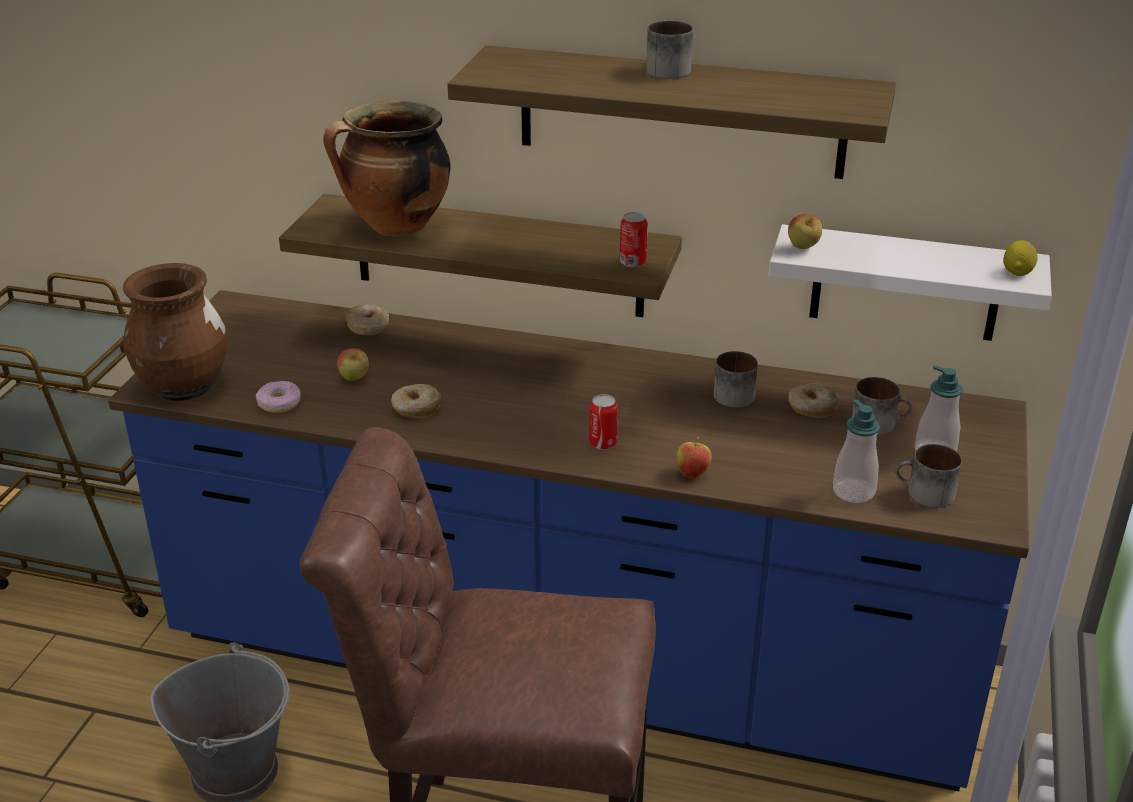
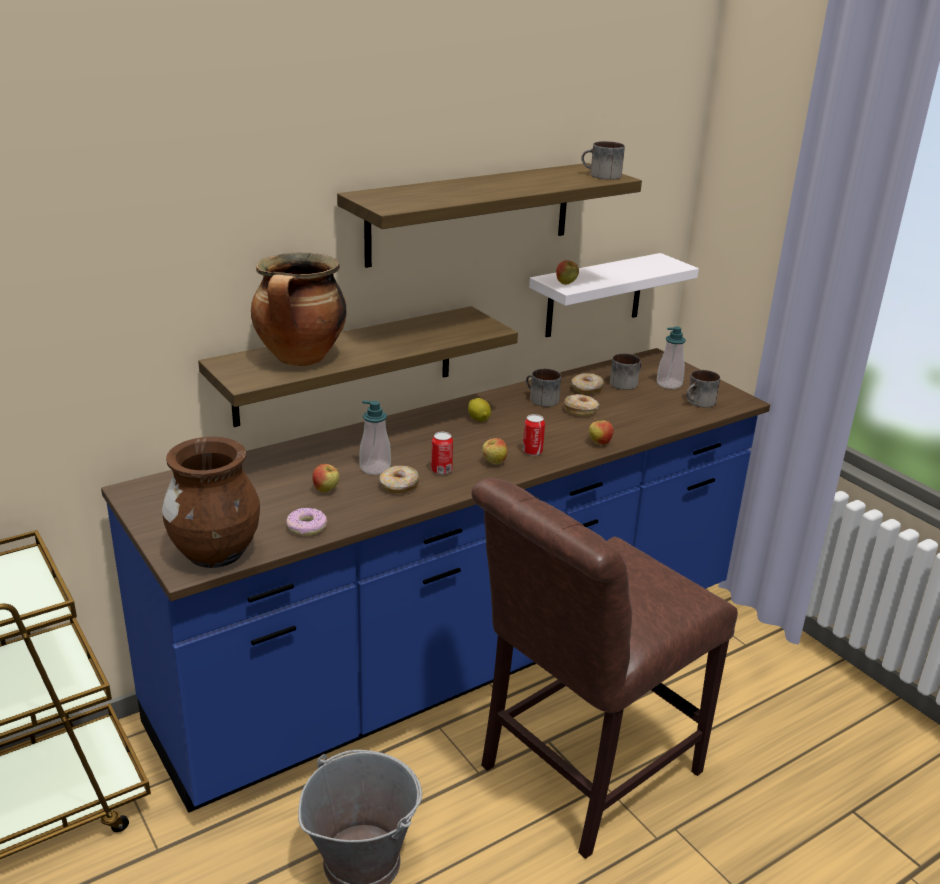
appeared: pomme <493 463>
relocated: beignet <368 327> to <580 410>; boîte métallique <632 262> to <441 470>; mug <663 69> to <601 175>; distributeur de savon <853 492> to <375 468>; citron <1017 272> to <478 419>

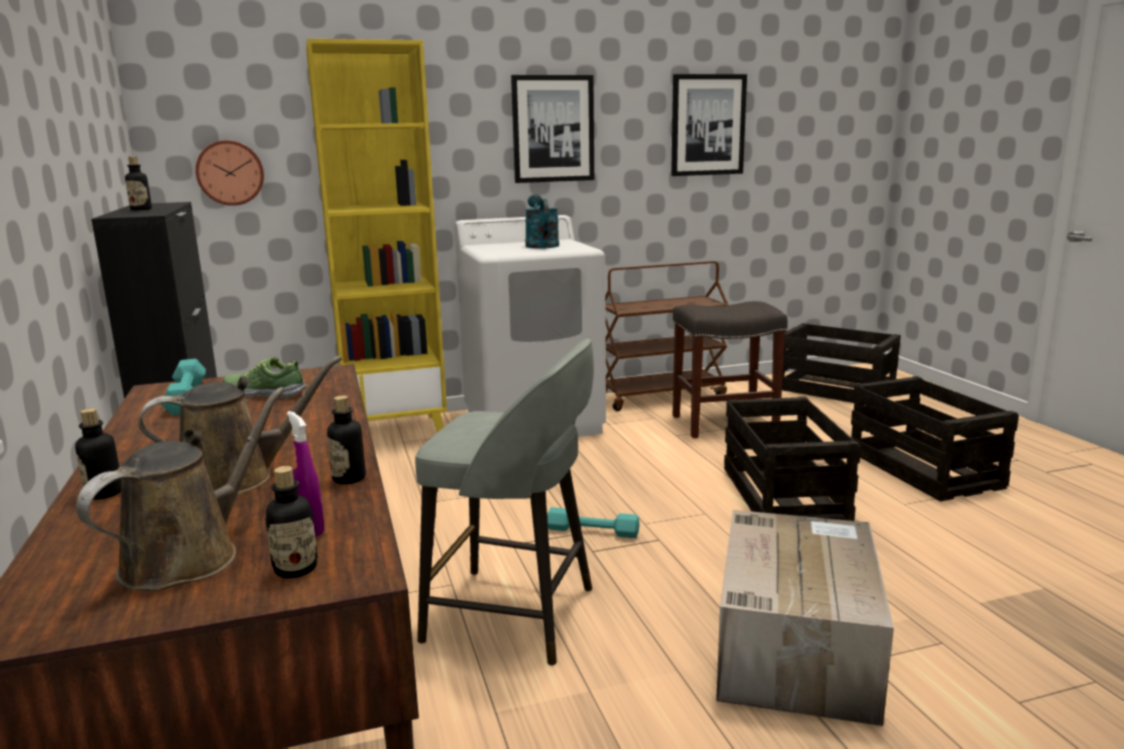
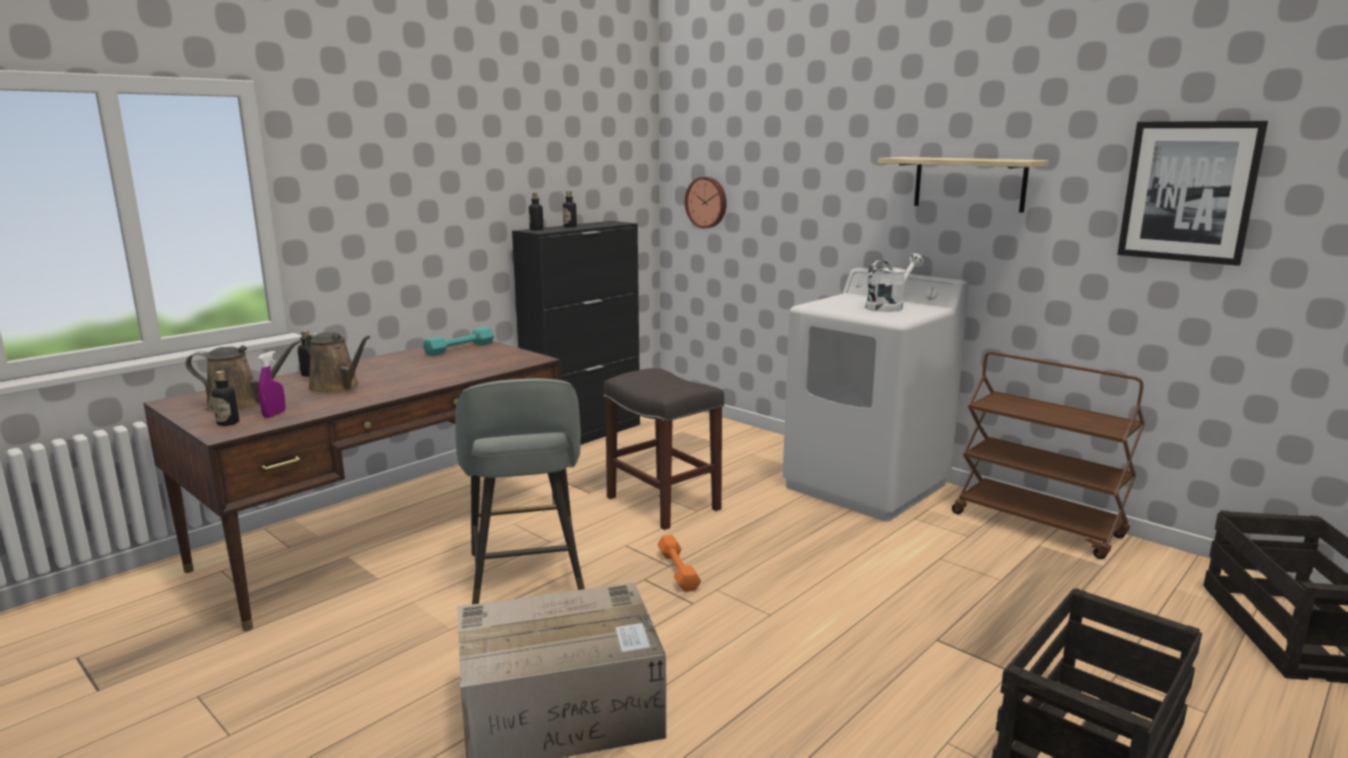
missing: chaussure <264 393>; bibliothèque [jaune] <396 432>; caisse <782 495>
relocated: bouteille <349 478> to <536 229>; tabouret [gris] <723 423> to <661 503>
exchanged: tableau <553 129> to étagère <969 183>
colour: arrosoir [turquoise] <540 245> to arrosoir [blanc] <888 307>; haltère [turquoise] <592 531> to haltère [orange] <677 570>

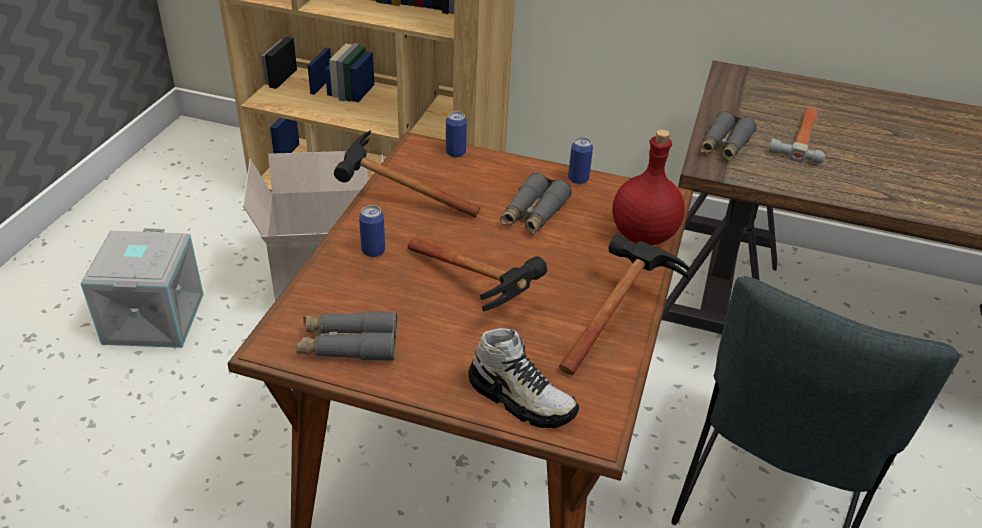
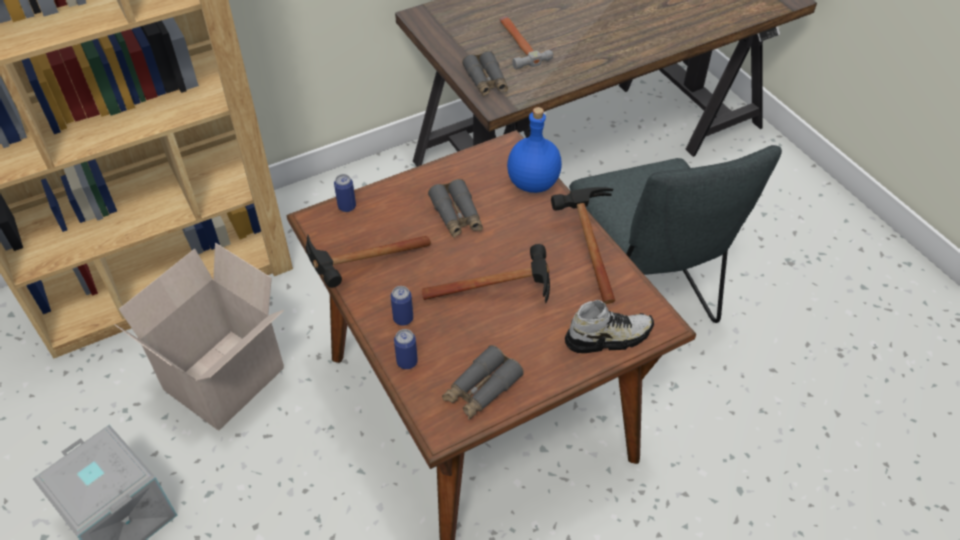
relocated: boîte métallique <578 179> to <407 362>
colour: bouteille [rouge] <643 236> to bouteille [bleu] <534 183>

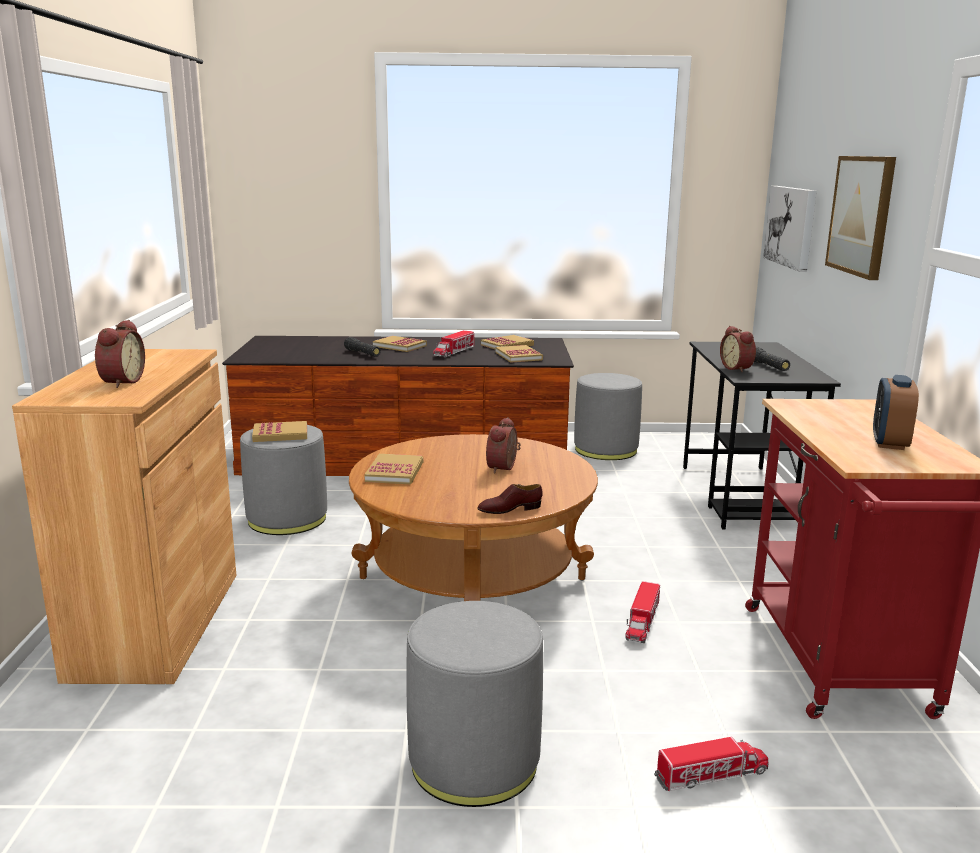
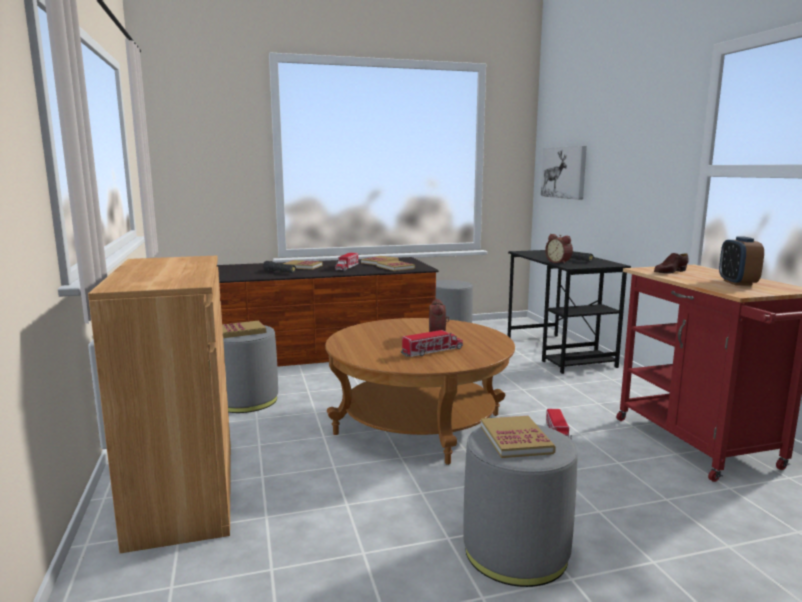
missing: réveil <120 382>; tableau <861 215>
relocated: livre <394 472> to <516 439>; chaussure [marron] <509 509> to <669 272>; camion jouet <711 775> to <432 351>

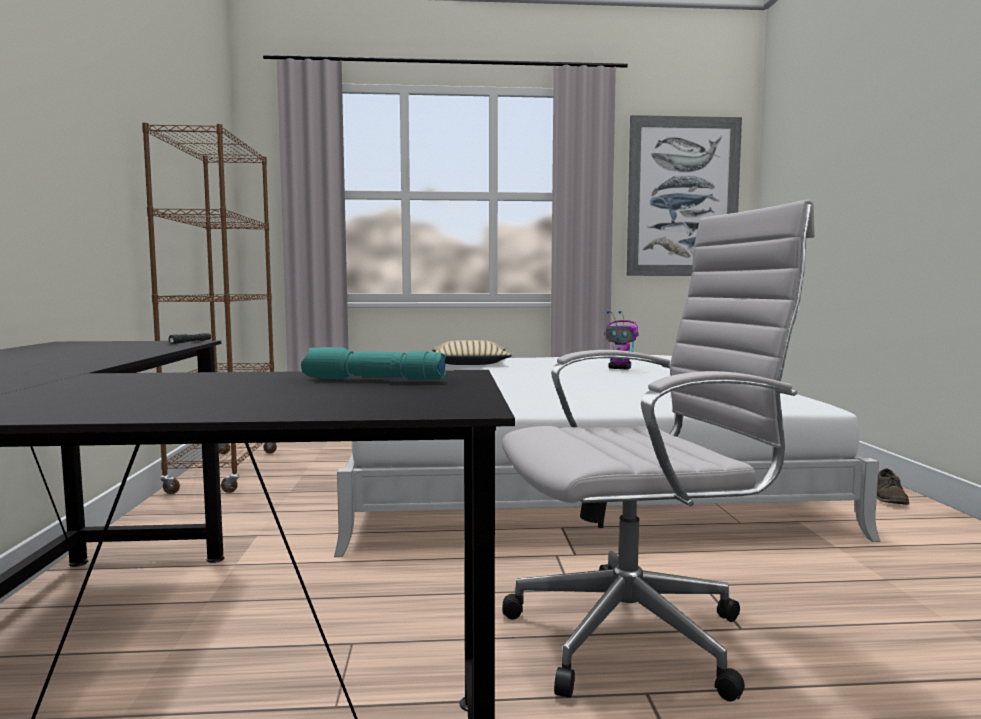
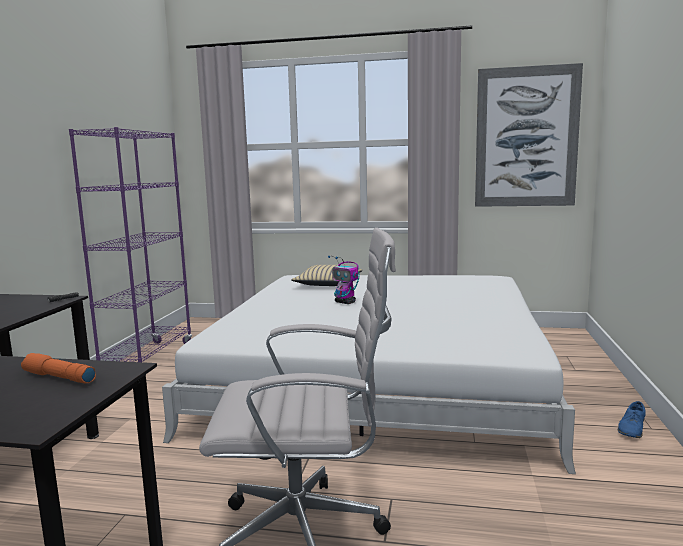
relocated: robot jouet <620 368> to <345 302>
colour: bibliothèque [marron] <226 471> to bibliothèque [violet] <148 359>; lampe de poche [turquoise] <372 380> to lampe de poche [orange] <58 378>; chaussure [marron] <890 497> to chaussure [bleu] <632 428>

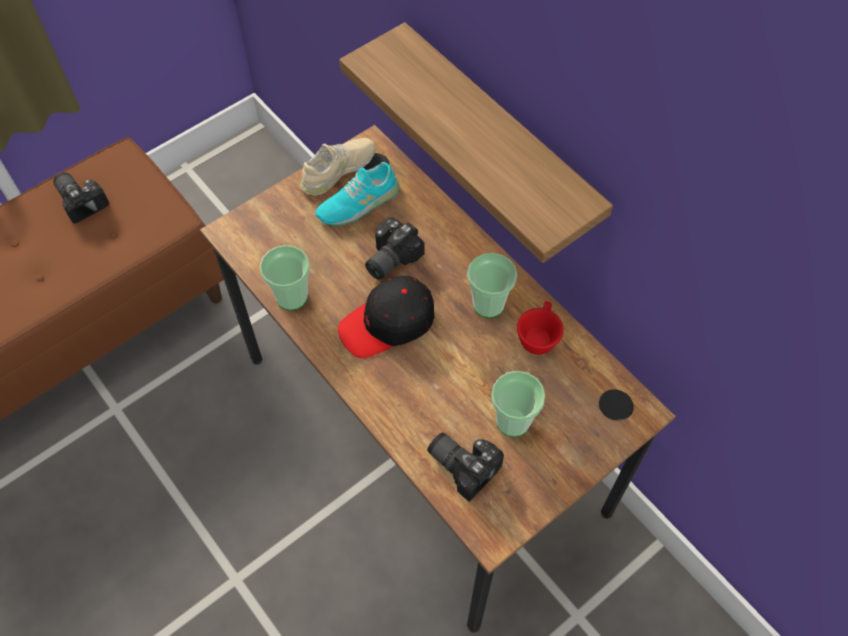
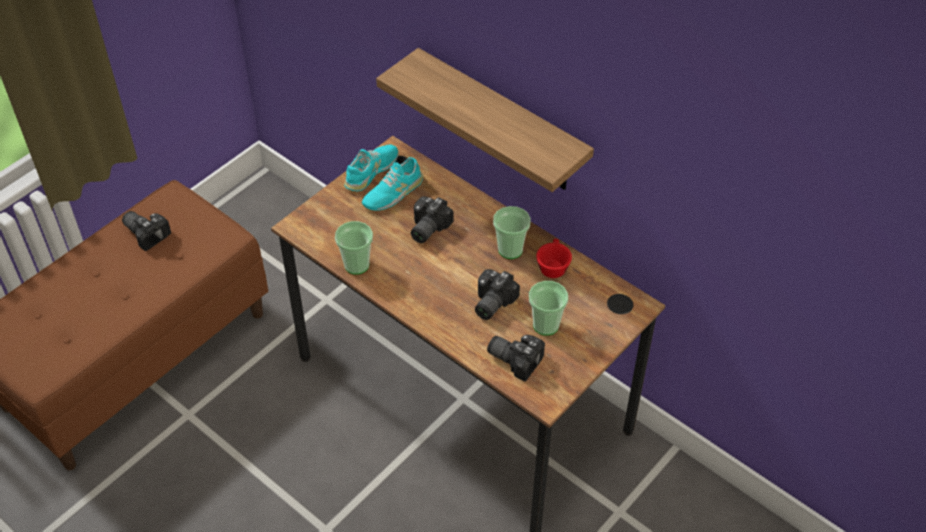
missing: casquette [noir] <388 323>
appeared: appareil photo <490 302>
colour: chaussure [beige] <338 170> to chaussure [turquoise] <371 171>

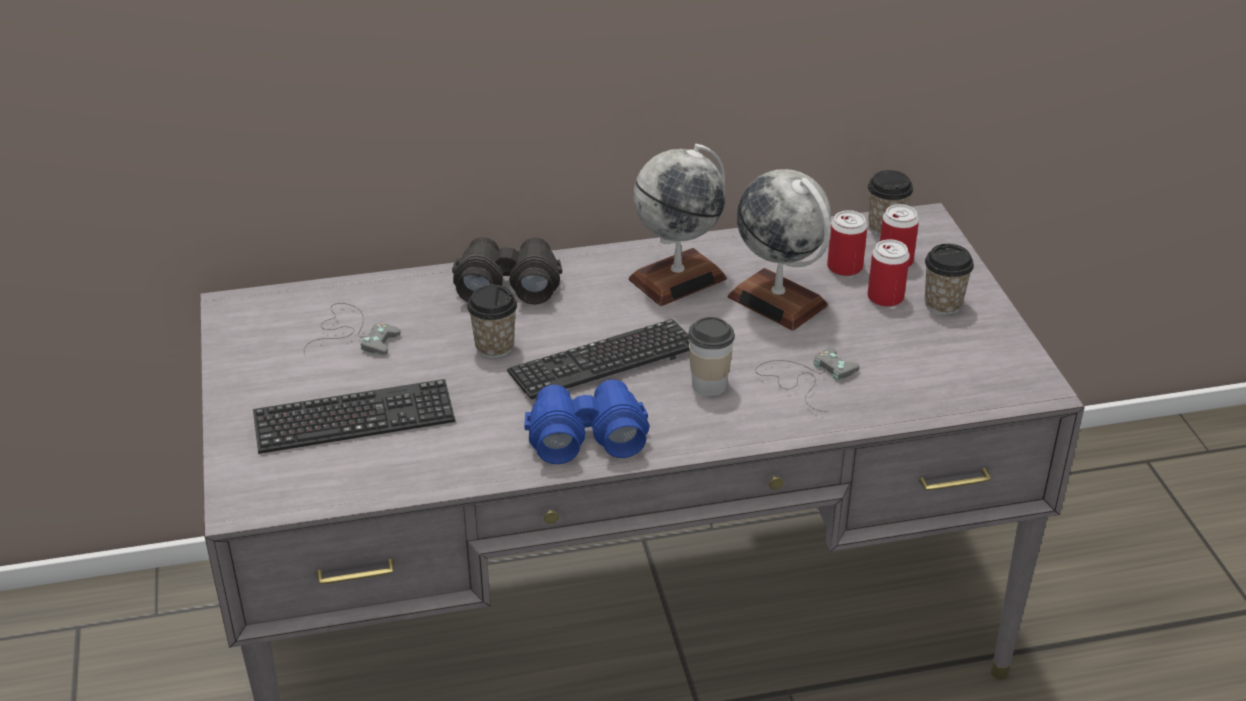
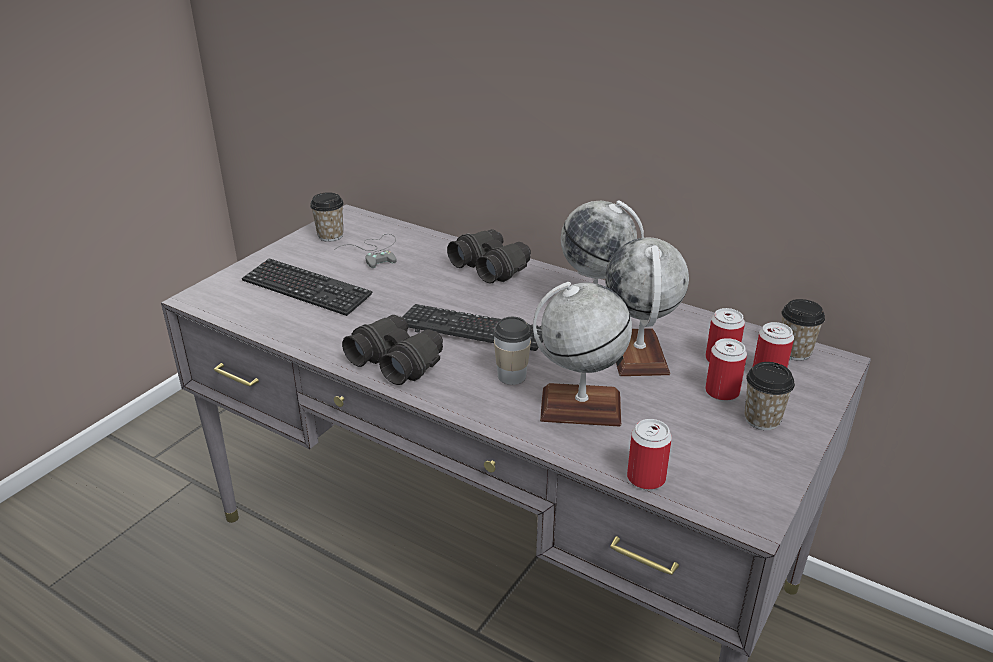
appeared: boîte métallique <646 478>
relocated: tasse <494 347> to <330 236>
exchanged: manette [gris] <805 378> to globe <580 407>
colour: jumelles [bleu] <586 435> to jumelles [noir] <397 361>

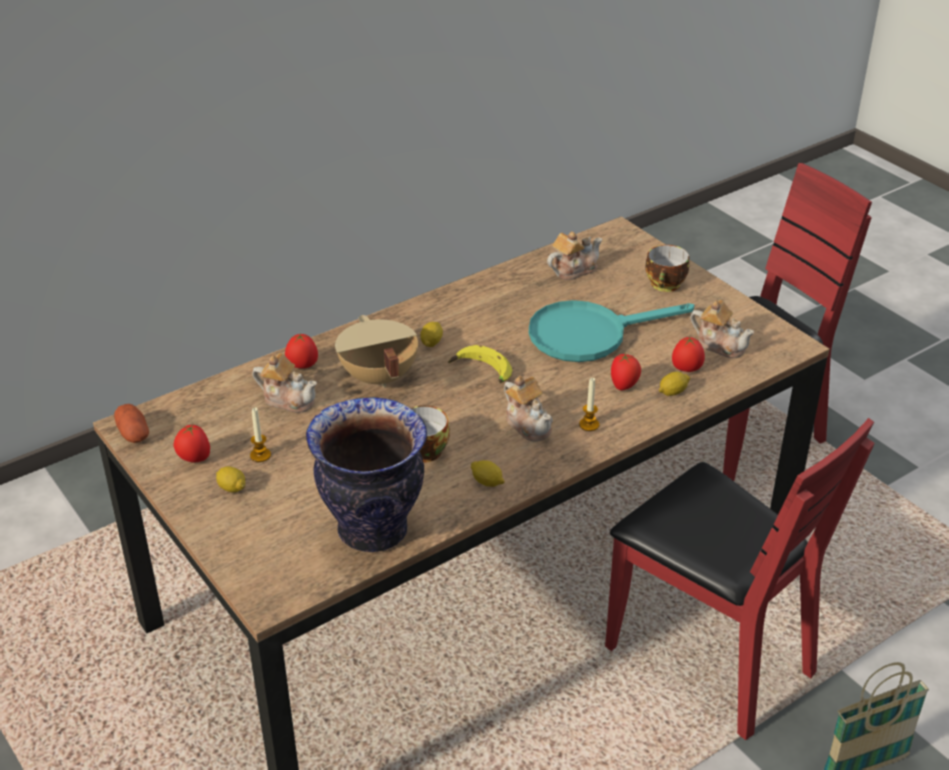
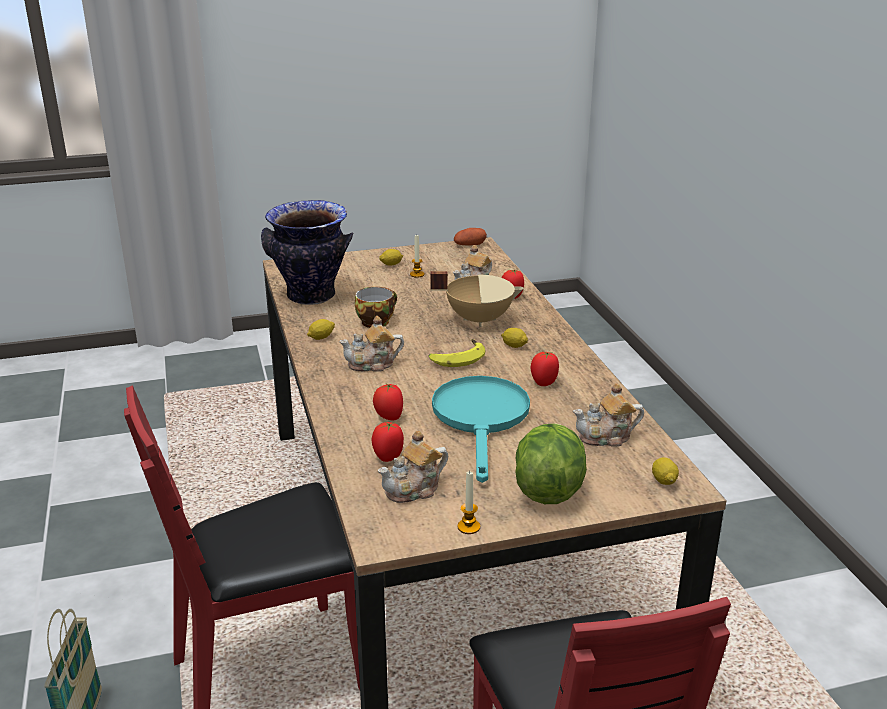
relocated: tomate <194 459> to <544 383>; bougie <589 425> to <468 527>; citron <672 392> to <663 481>
exchanged: tasse <666 285> to laitue <548 487>
spun: théière <573 270> = <606 437> 90 degrees clockwise

